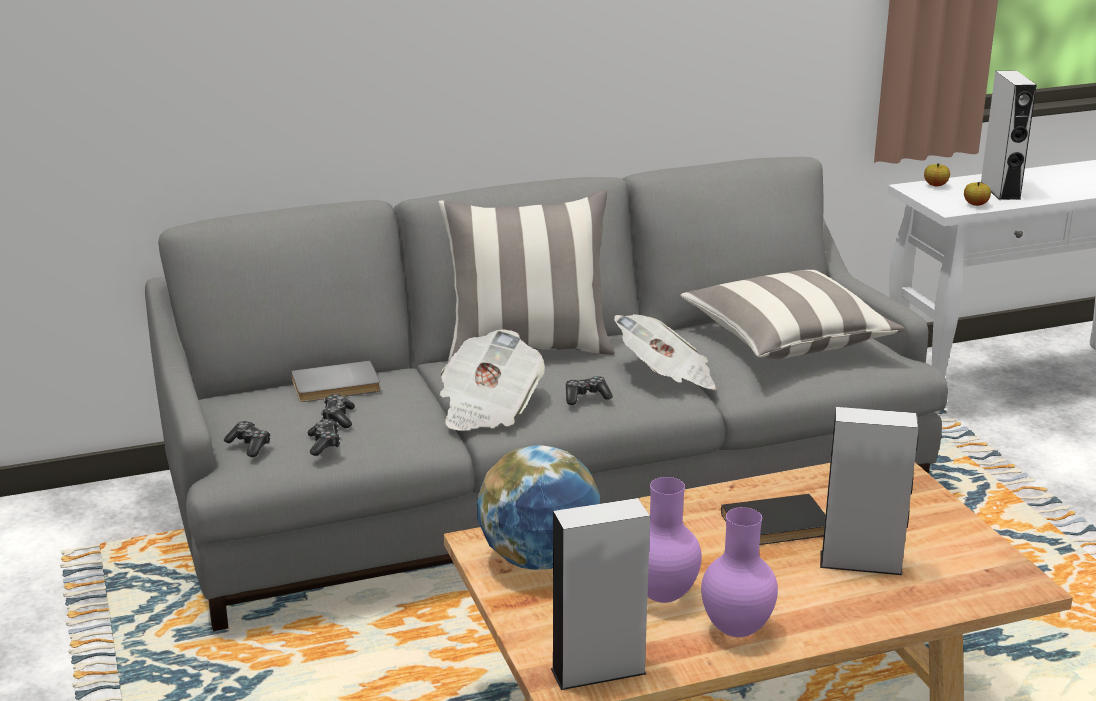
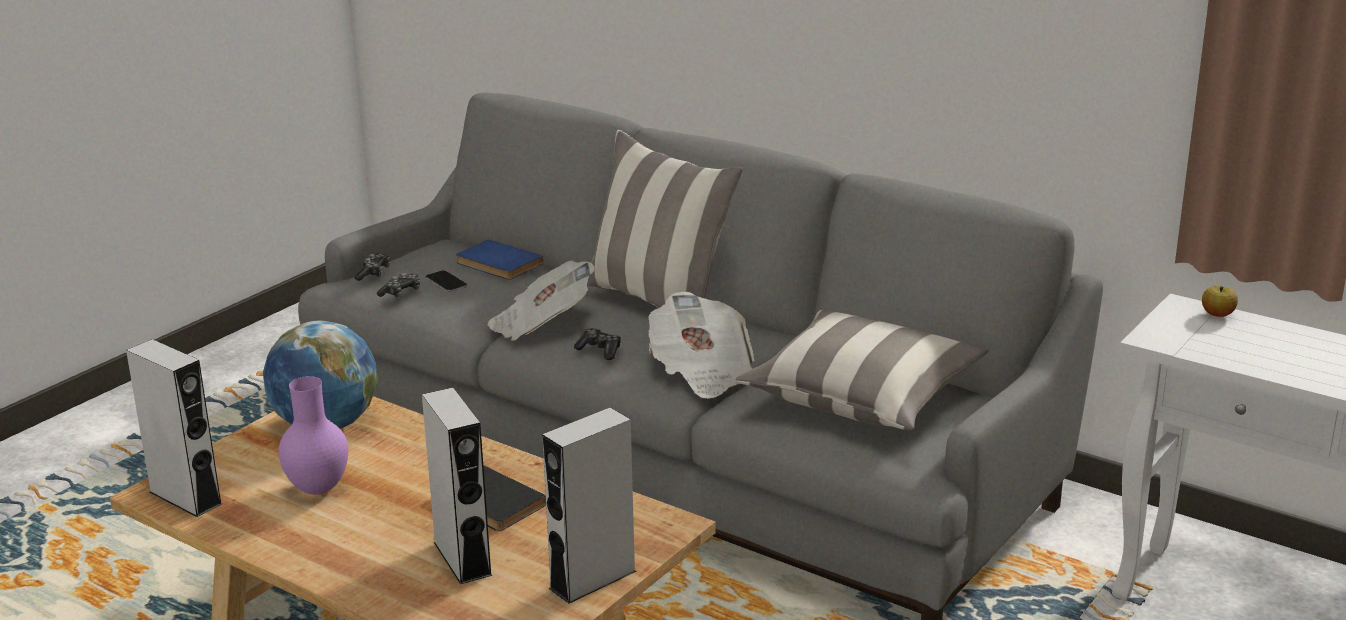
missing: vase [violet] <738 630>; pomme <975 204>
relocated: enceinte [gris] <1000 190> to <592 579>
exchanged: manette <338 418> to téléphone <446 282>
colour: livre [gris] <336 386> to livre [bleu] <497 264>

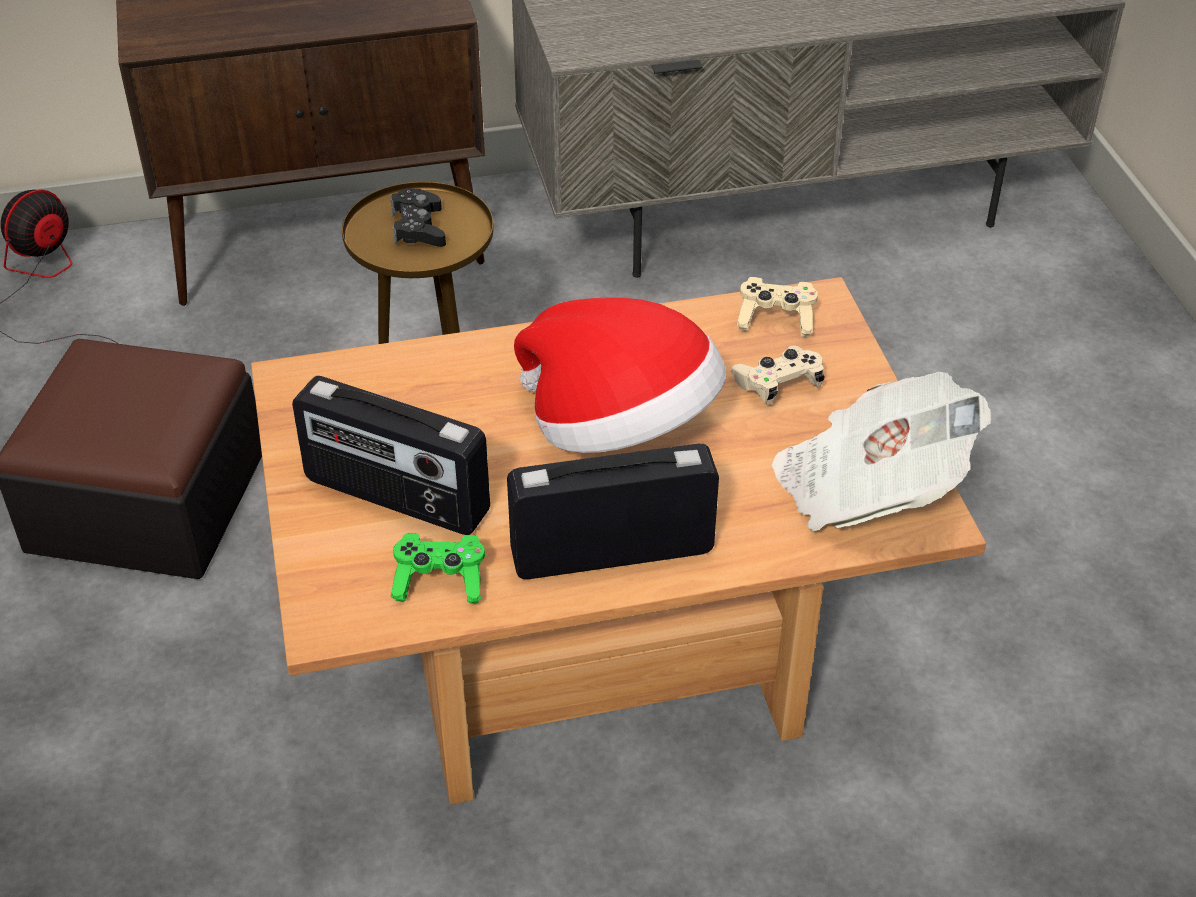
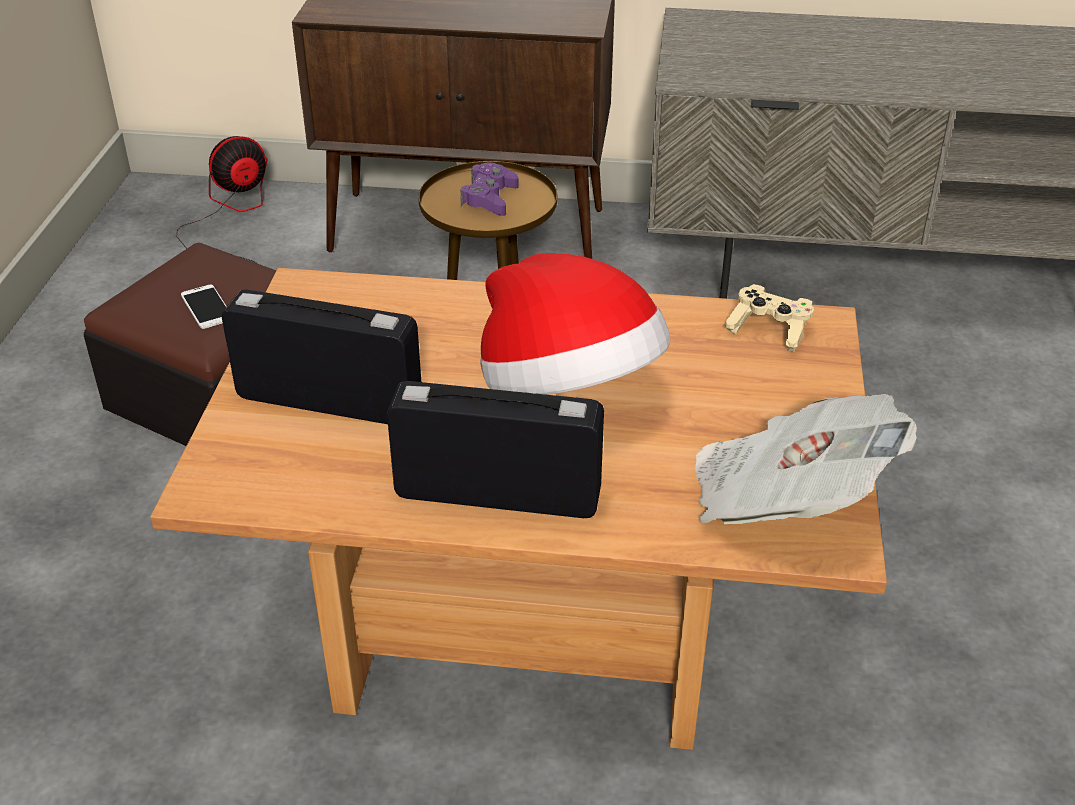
missing: manette [vert] <440 581>; manette [beige] <778 385>
appeared: téléphone <207 307>
colour: manette [noir] <418 228> to manette [violet] <489 198>
spun: radio <395 497> = <330 400> 150 degrees clockwise

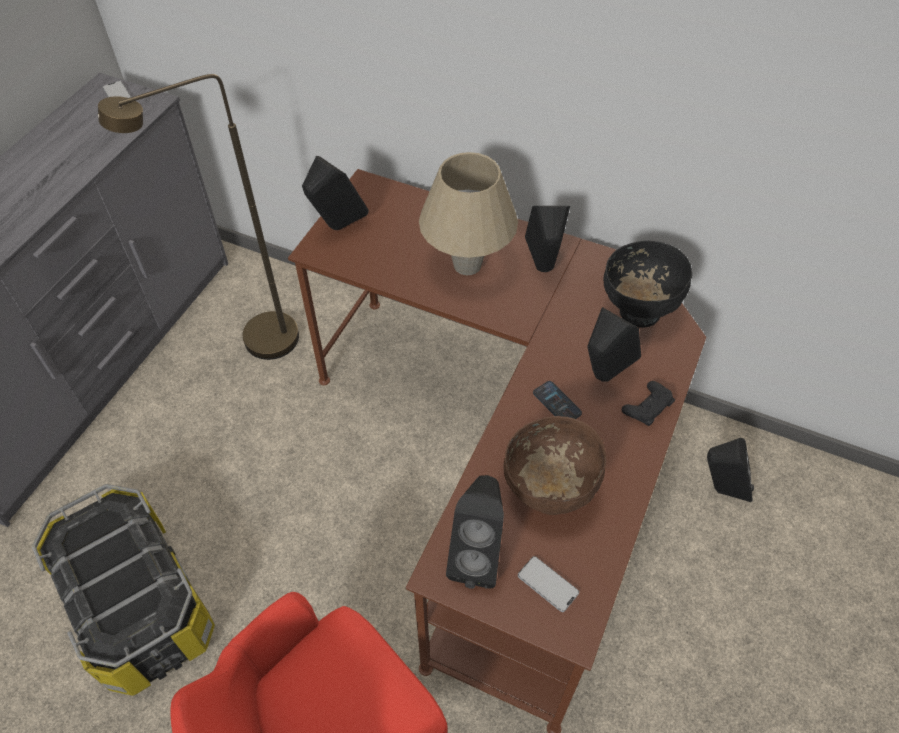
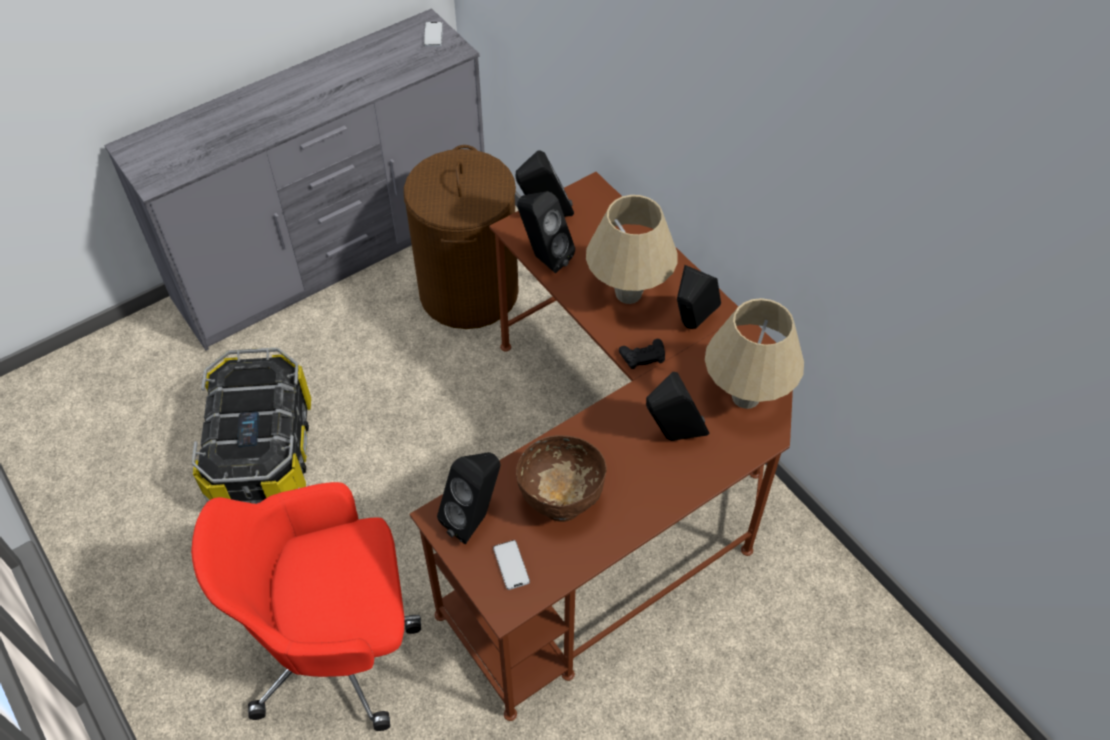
relocated: téléphone <557 403> to <248 429>; manette [noir] <648 406> to <643 356>; enceinte [noir] <720 489> to <544 258>
exchanged: lampadaire [marron] <257 346> to panier à linge [marron] <469 292>; bol [noir] <638 311> to lampe de table [beige] <745 397>

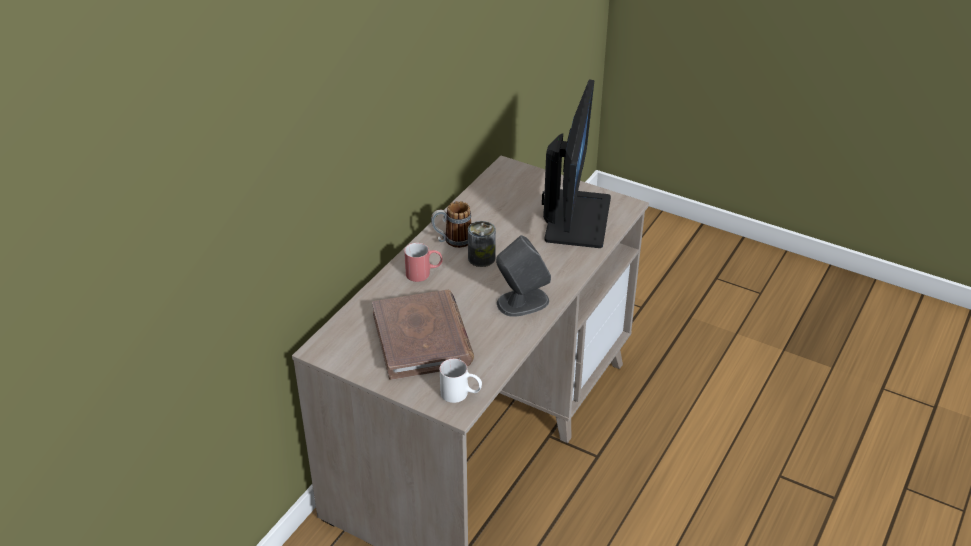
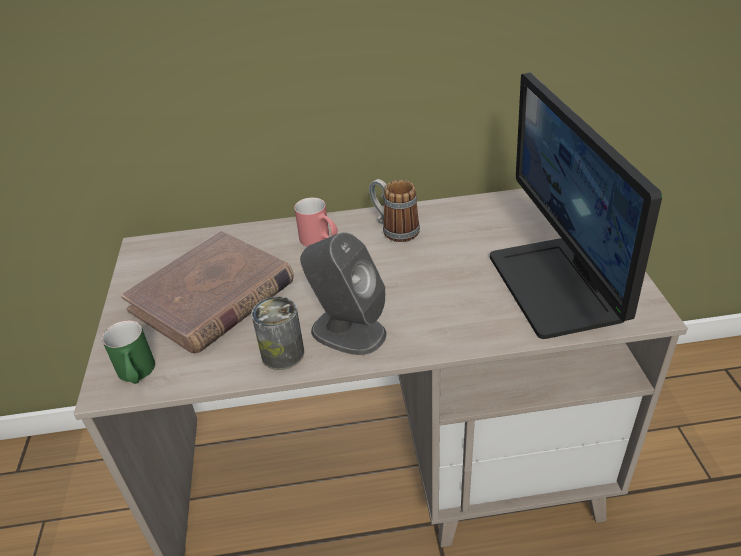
relocated: boîte métallique <481 258> to <282 353>
colour: mug [blanc] <461 394> to mug [vert] <137 375>
spun: écran d'ordinateur <576 218> = <556 286> 105 degrees clockwise

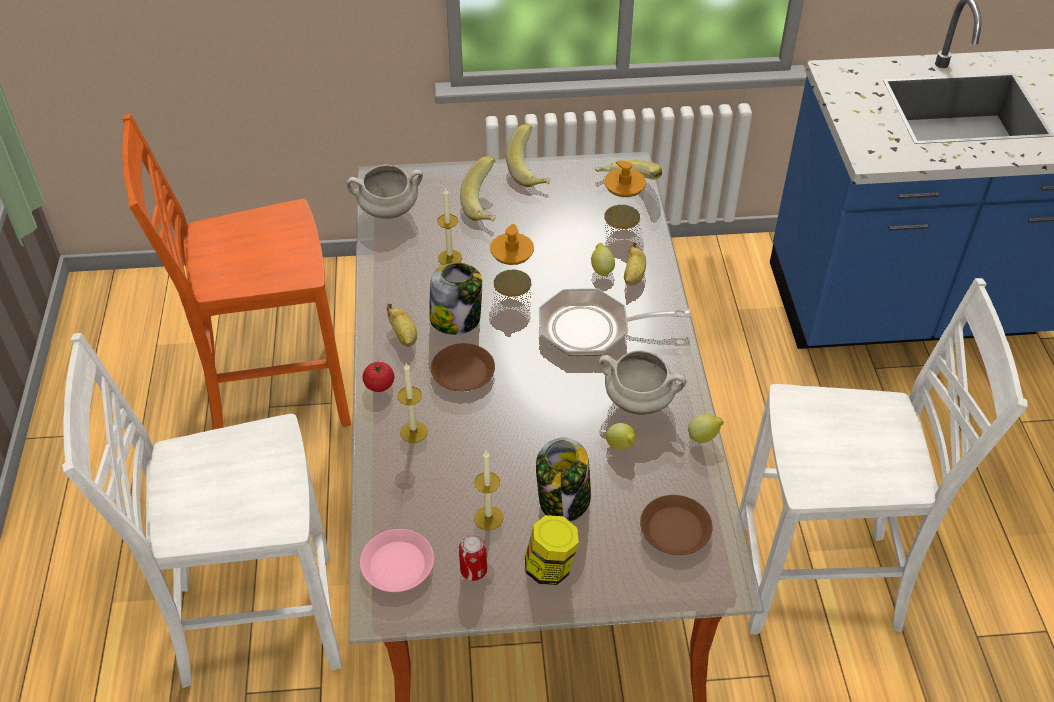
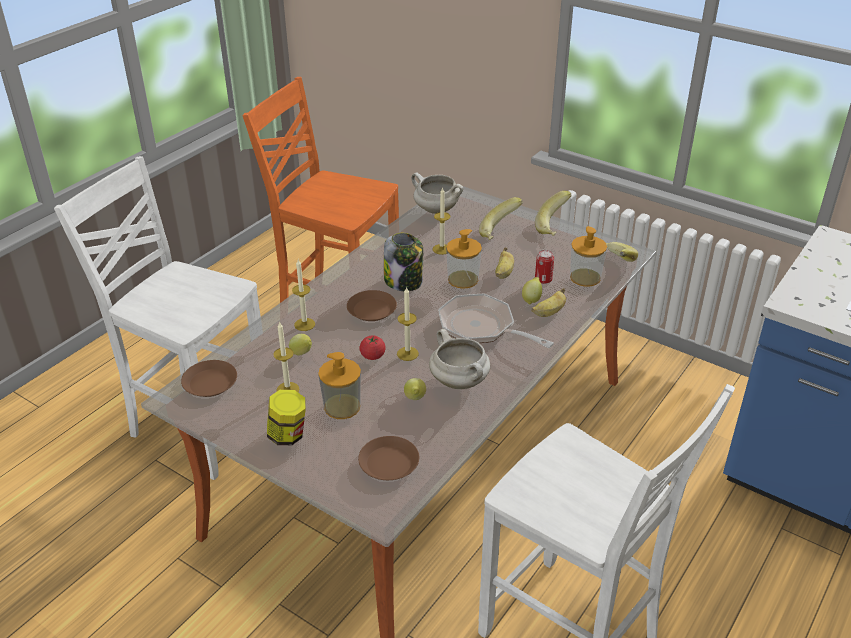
appeared: bougie <407 353>
relocated: tomate <379 385> to <372 356>; banane <404 336> to <503 273>; boîte métallique <473 570> to <543 280>; citron <703 437> to <302 354>
exchanged: bocal <564 500> to distributeur de savon <342 406>
colour: assiette [rose] <398 565> to assiette [marron] <210 383>

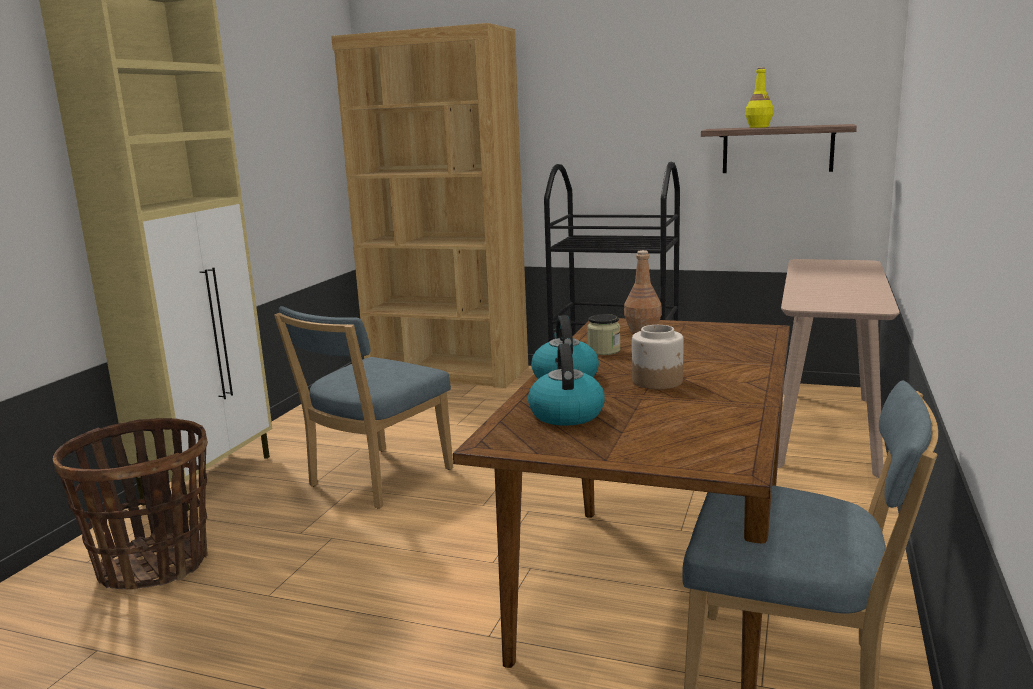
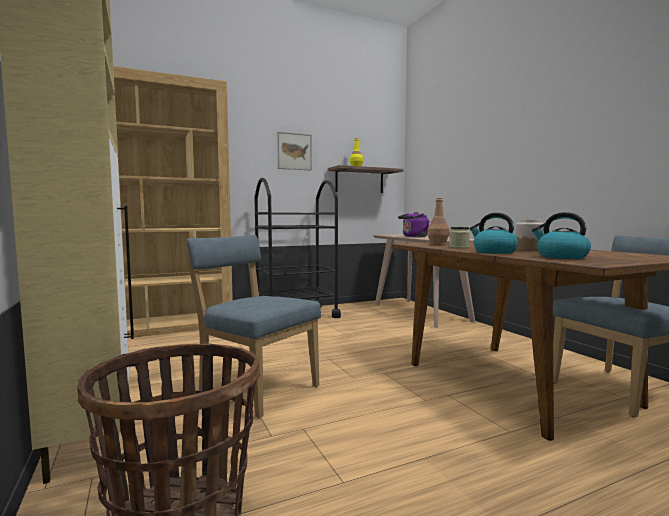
appeared: tableau <294 151>; bouilloire [violet] <414 236>
spun: chaise [bleu] <375 480> = <255 388> 135 degrees clockwise

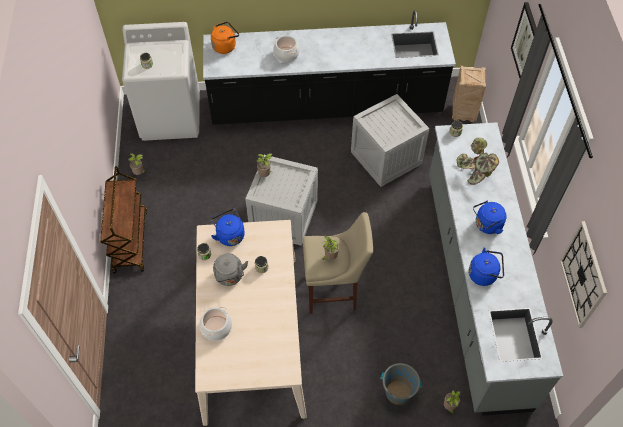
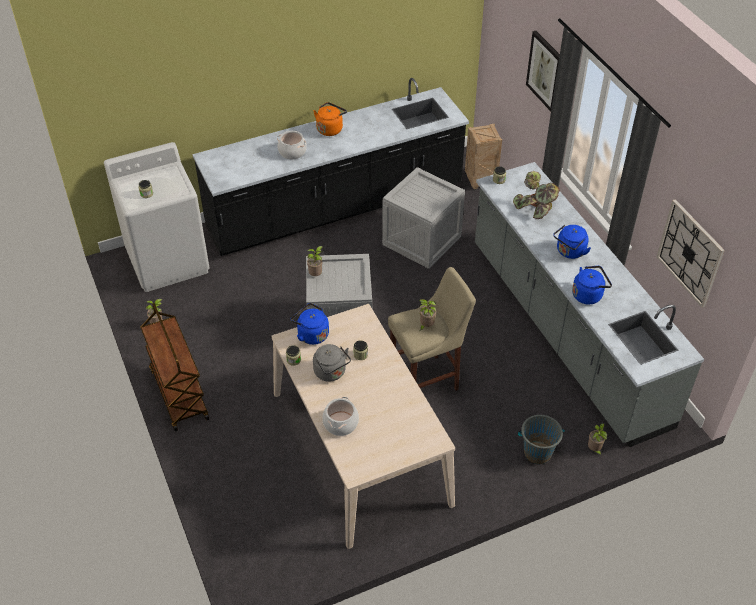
relocated: bouilloire [orange] <225 46> to <330 129>

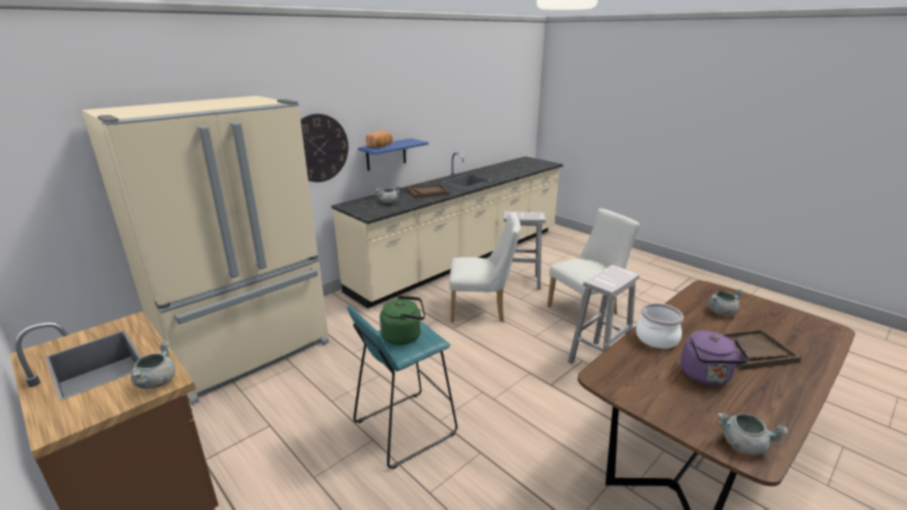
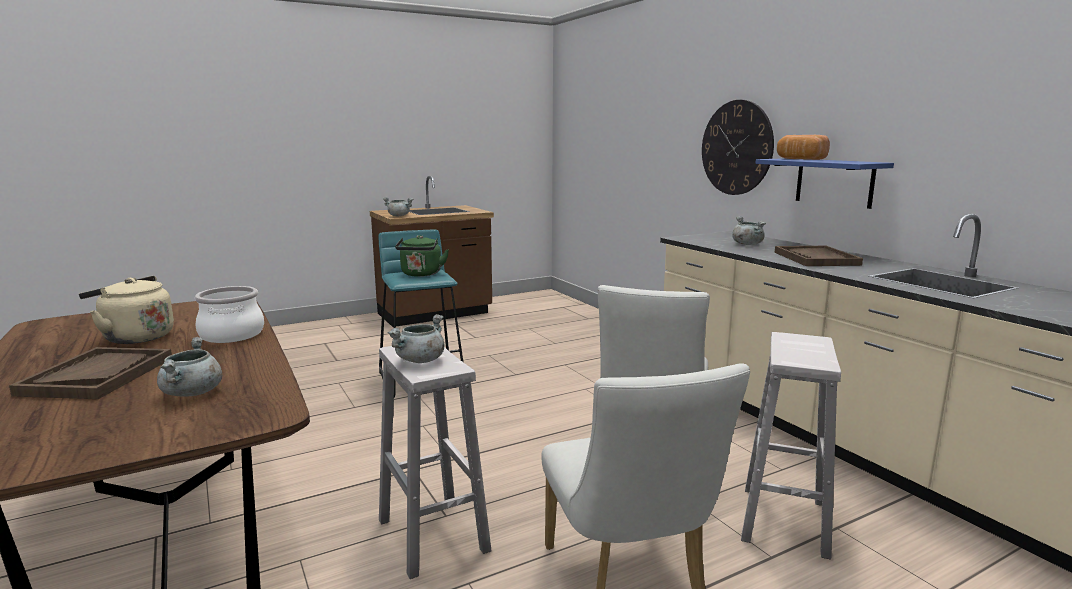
missing: réfrigérateur [beige] <249 352>
relocated: marmite [gris] <743 445> to <420 360>
colour: bouilloire [violet] <706 377> to bouilloire [beige] <135 337>

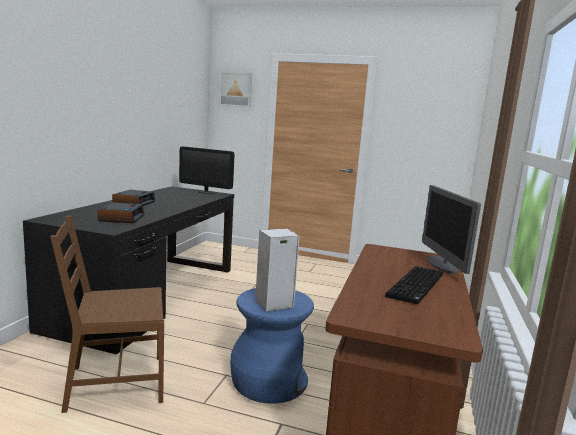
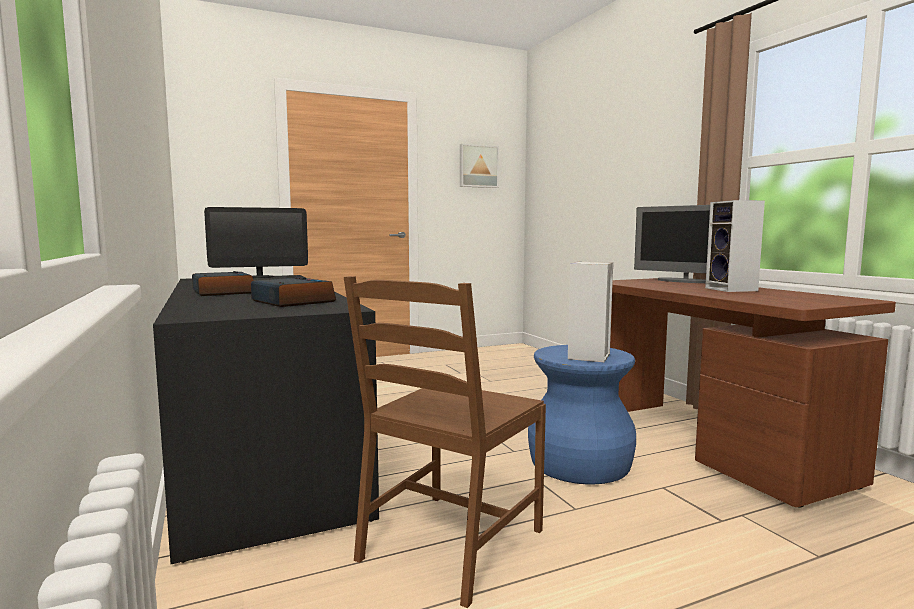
relocated: tableau <236 89> to <478 166>
exchanged: clavier <417 286> to enceinte <733 289>

